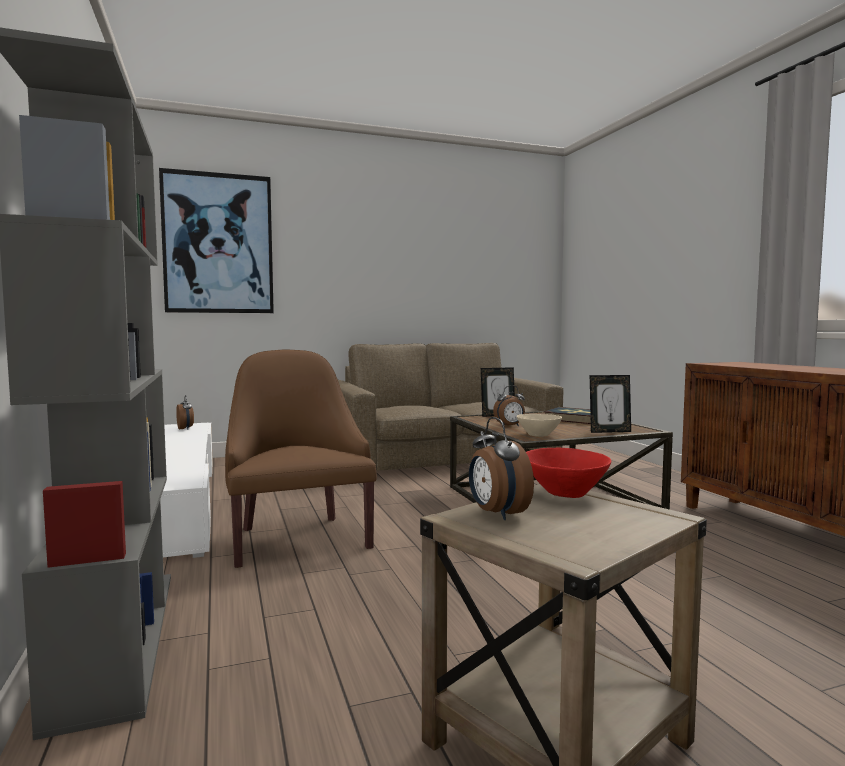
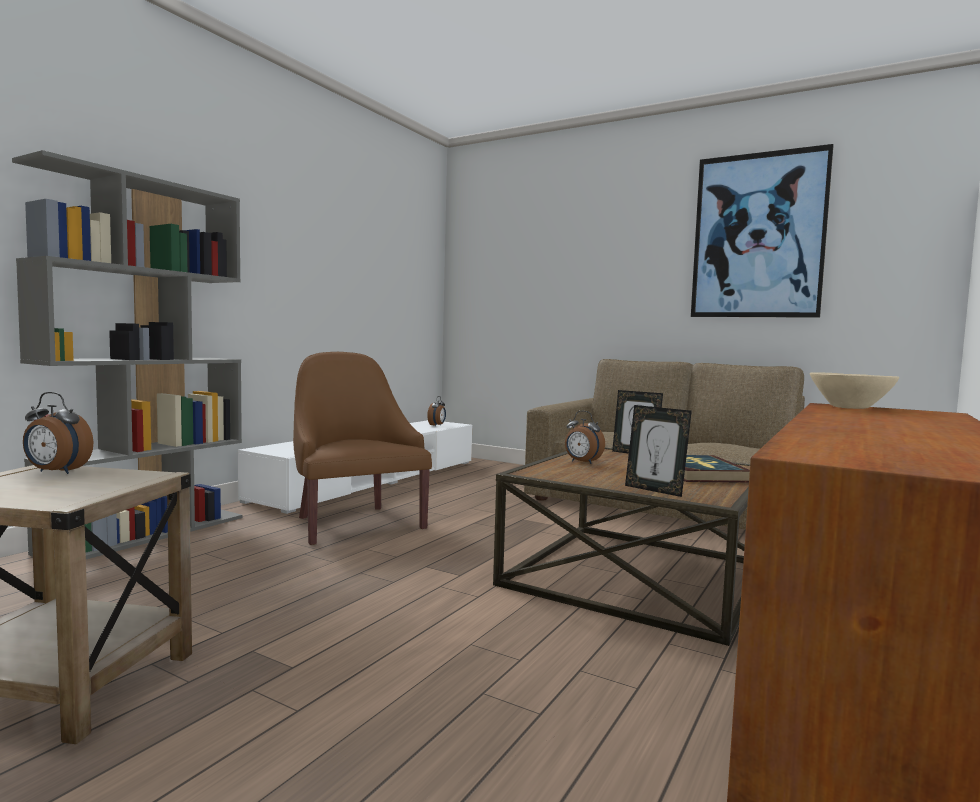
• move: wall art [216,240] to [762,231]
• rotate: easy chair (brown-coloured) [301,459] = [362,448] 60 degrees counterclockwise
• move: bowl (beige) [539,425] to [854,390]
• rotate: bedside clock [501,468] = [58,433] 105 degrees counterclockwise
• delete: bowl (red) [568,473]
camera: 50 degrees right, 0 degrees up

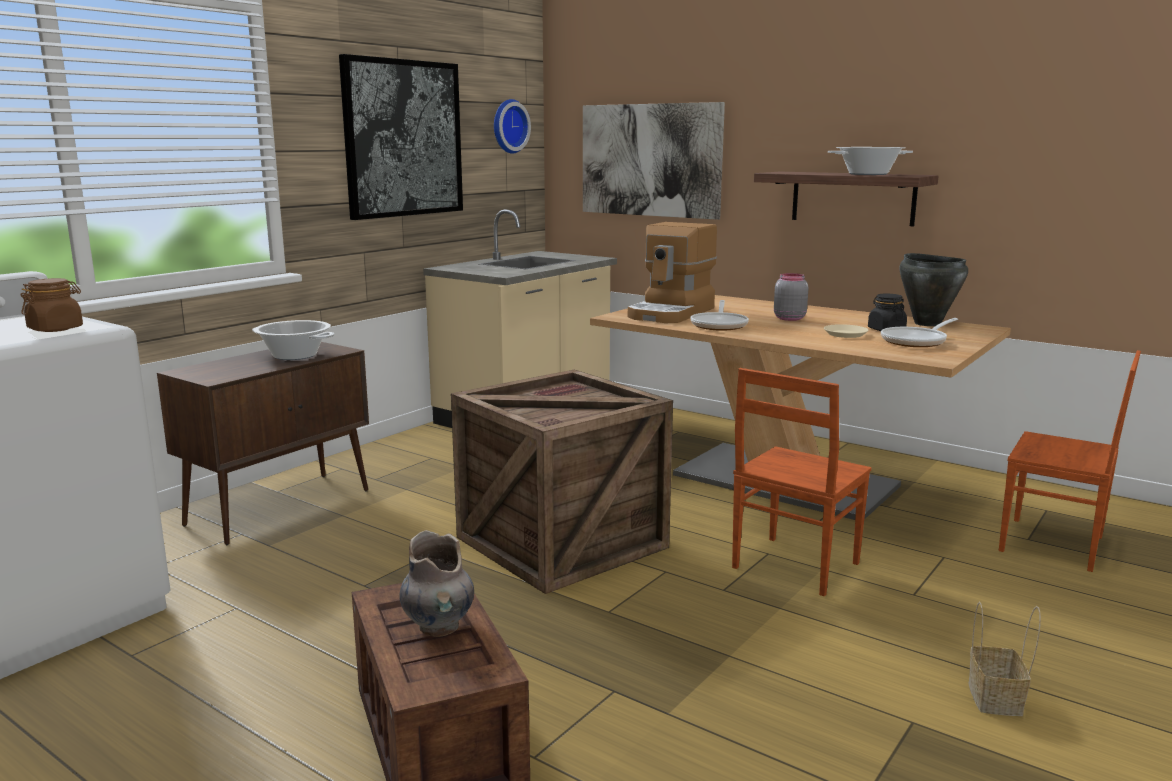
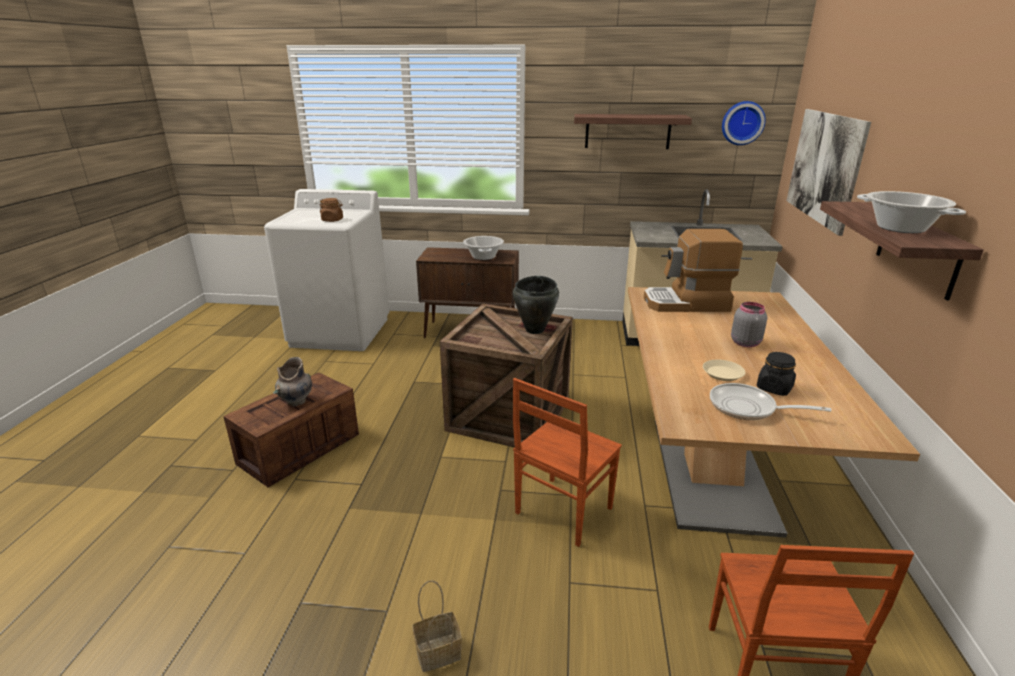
• replace: wall art [401,137] to bracket shelf [633,131]
• move: stockpot (blackish) [933,289] to [536,305]
• delete: skillet [720,315]
• rotate: plain chair (brown-coloured) [801,482] = [567,462] 60 degrees counterclockwise
camera: 60 degrees right, 10 degrees up

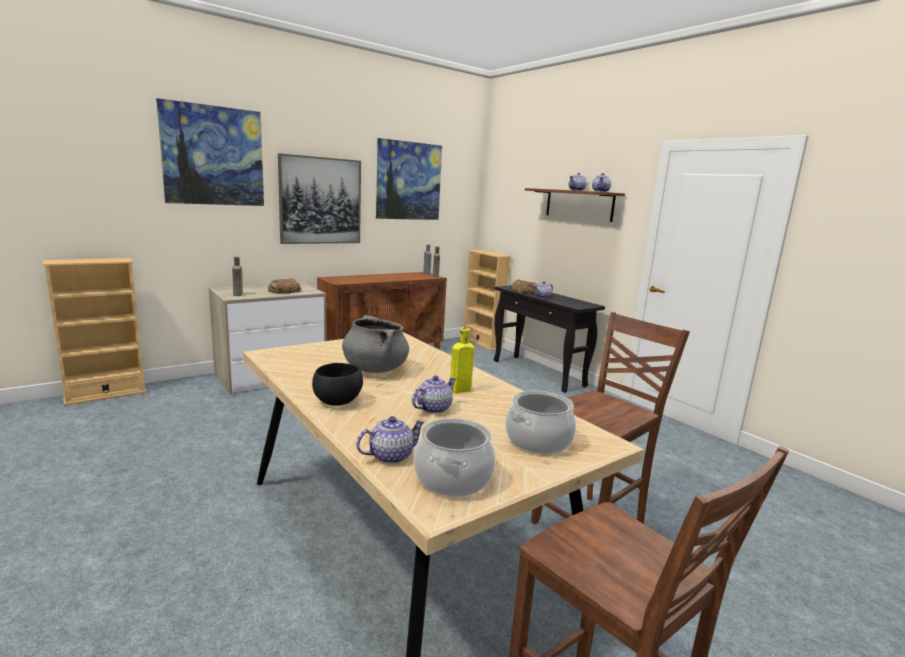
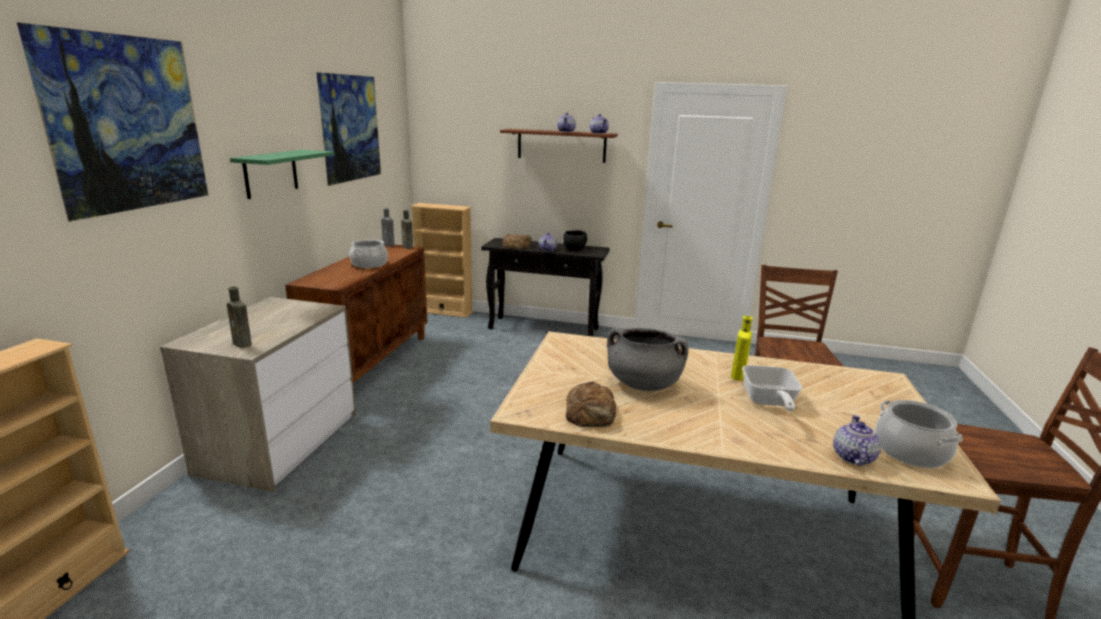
• replace: wall art [319,199] to bracket shelf (green) [282,174]
• move: bakery bread [284,286] to [591,404]
• move: bowl (blackish) [337,384] to [575,240]
• replace: tea pot [434,395] to skillet [772,388]
• move: stockpot [540,422] to [369,253]
camera: 40 degrees left, 5 degrees up

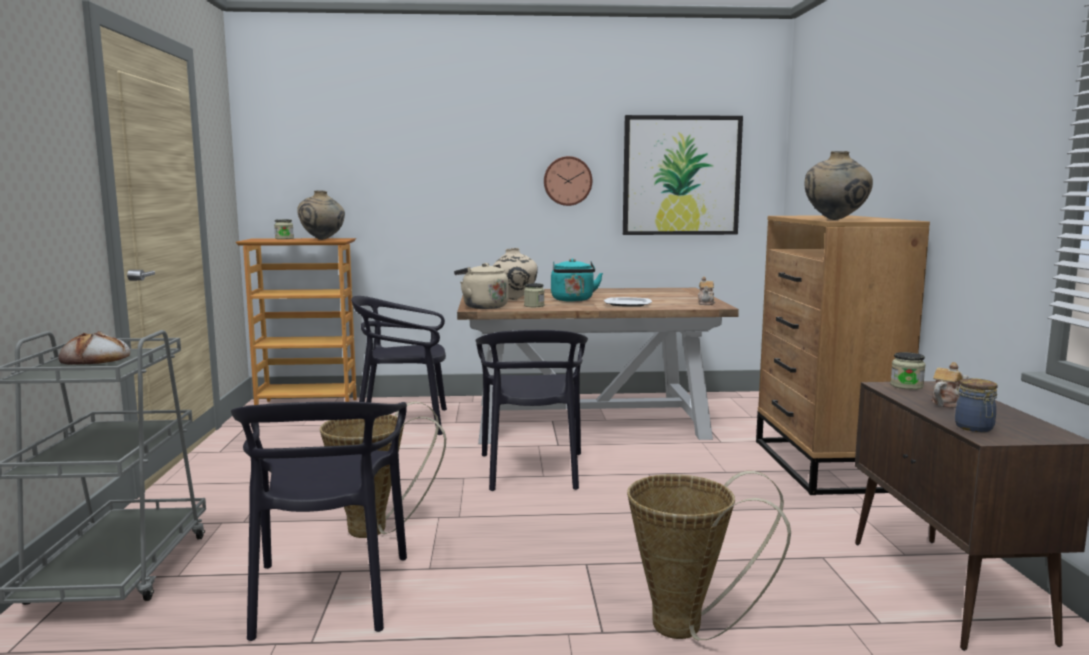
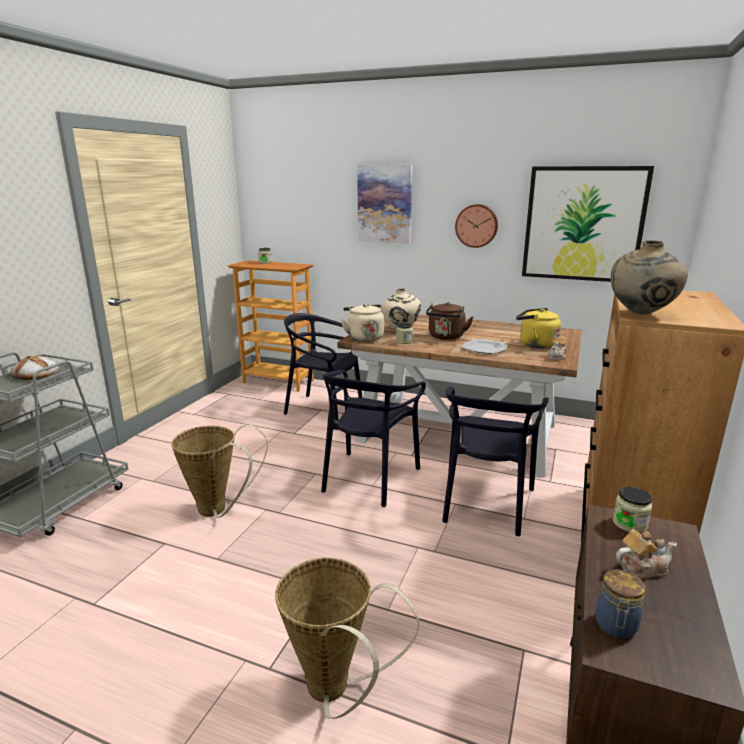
• delete: vase (beige) [321,215]
• recolor: kettle (blue-green) [577,280] to kettle (brown-coloured) [449,321]
• move: plain chair (blackish) [319,521] to [495,461]
• insert: wall art [384,204]
• insert: kettle (yellowish) [538,328]
camera: 25 degrees right, 10 degrees up

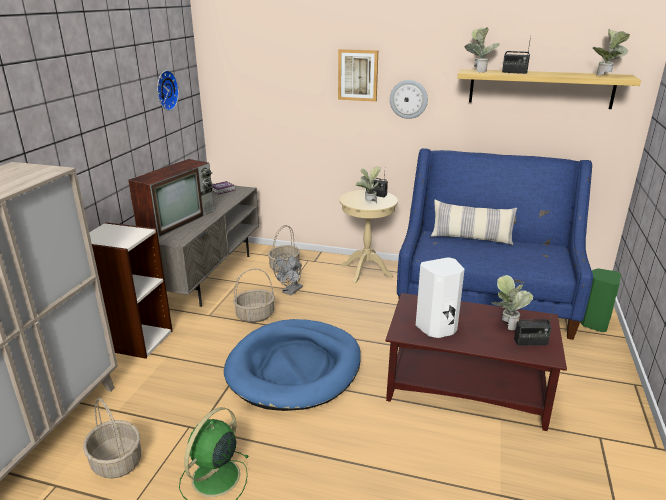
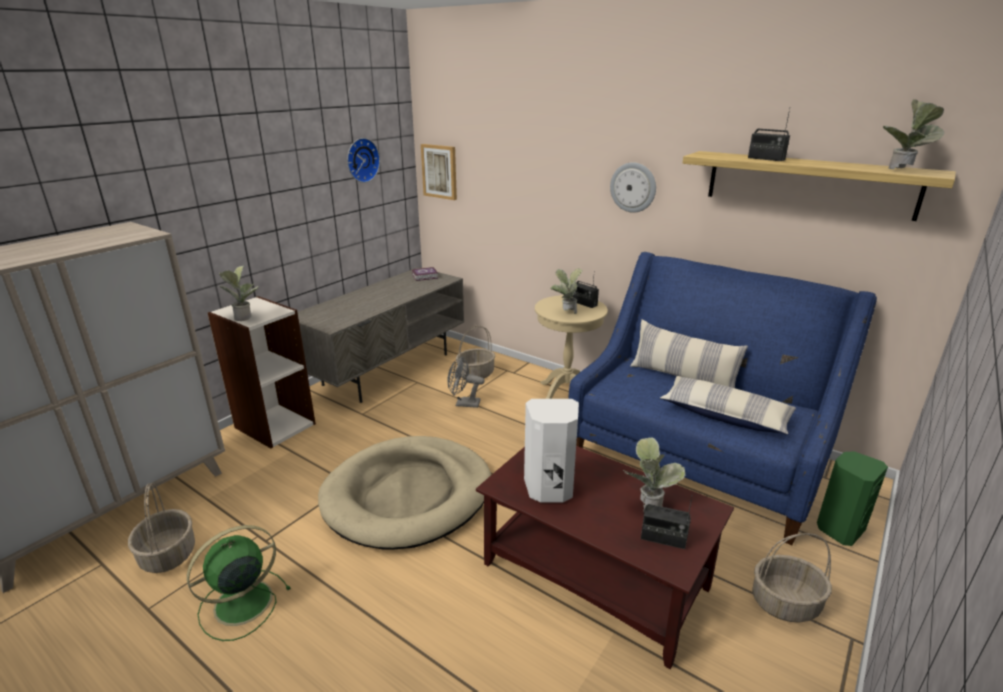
• move: plant in a pot [482,49] to [238,293]
• move: wall art [358,75] to [439,172]
• delete: TV set [171,198]
• rotate: fan (gray) [288,274] = [465,382] 45 degrees clockwise
• move: household basket [254,295] to [792,578]
• recolor: pet bed (blue-coloured) [292,365] to pet bed (beige) [404,493]
• insert: pillow [728,405]
camera: 20 degrees right, 0 degrees up

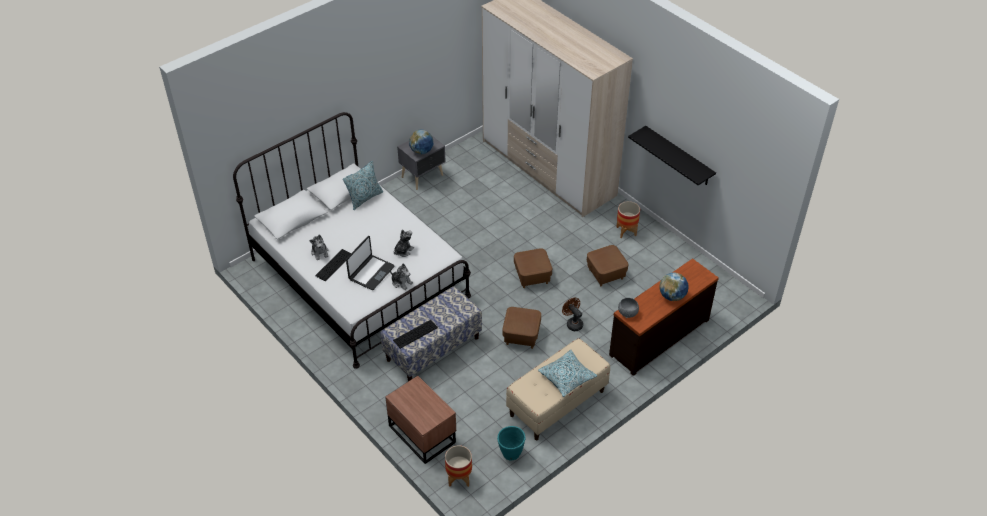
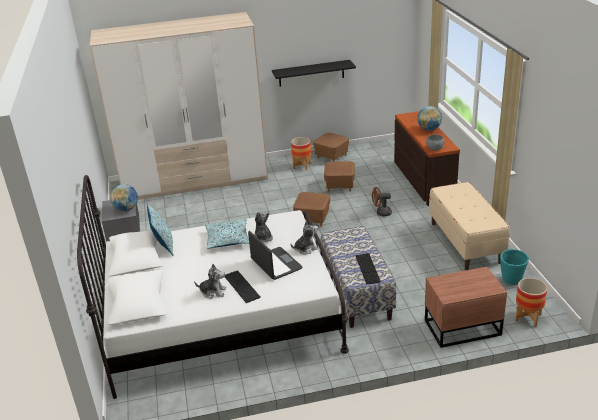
• move: ottoman (brown-coloured) [521,328] to [331,147]
• move: pillow [567,373] to [227,234]
camera: 60 degrees left, 15 degrees down

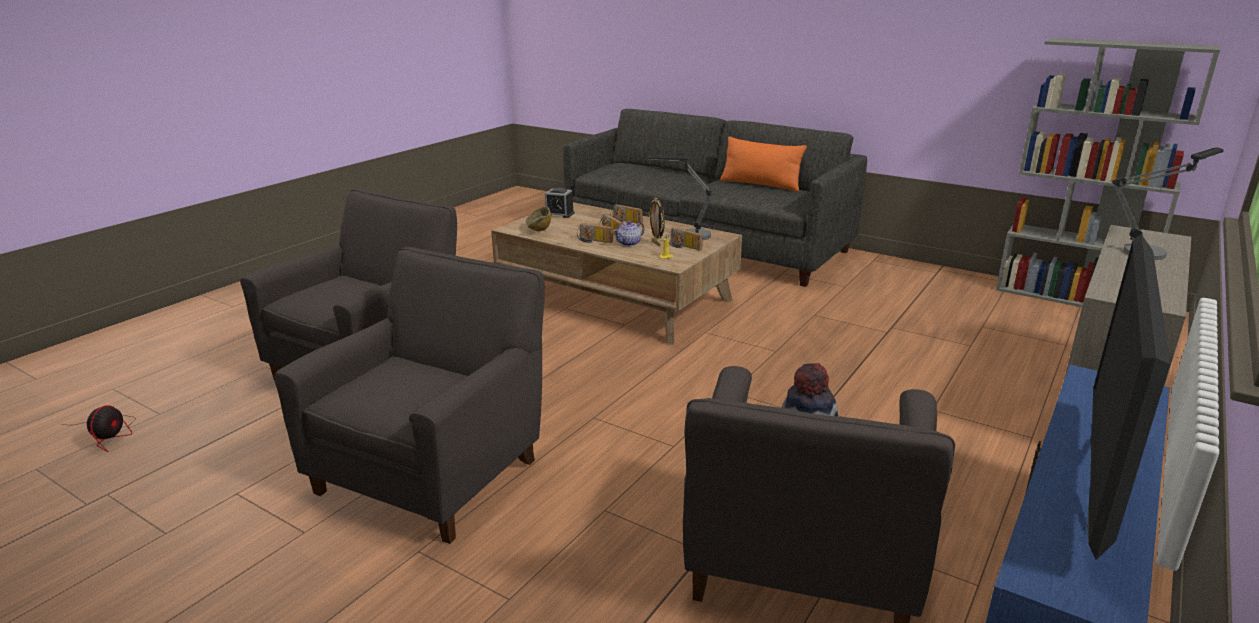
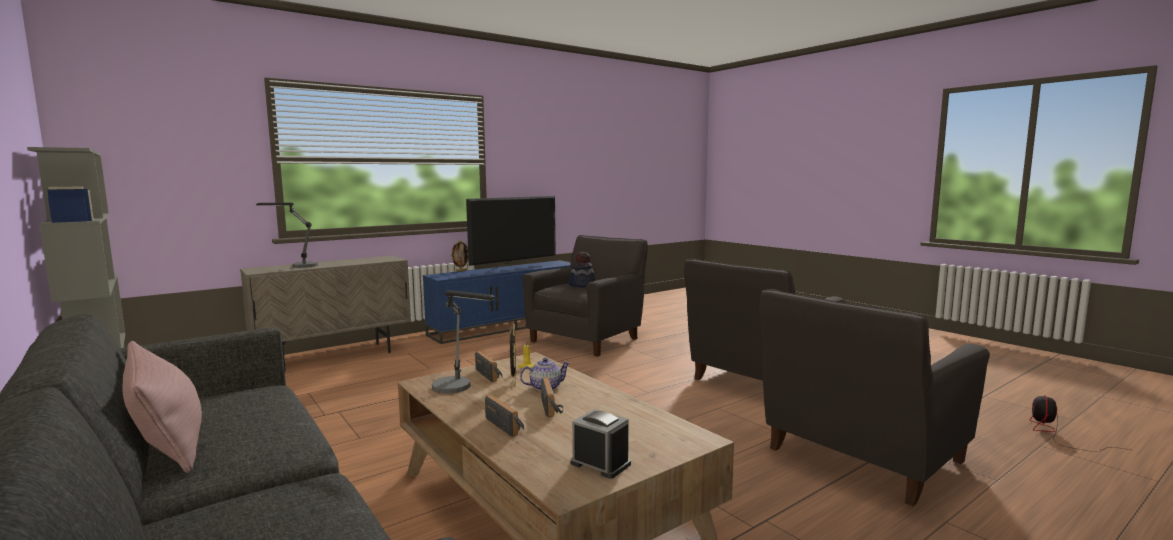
• recolor: pillow (orange) [763,164] to pillow (pink) [162,407]
• delete: bowl [538,219]
• delete: radio [595,233]
• insert: standing frame [459,256]
camera: 160 degrees left, 15 degrees down

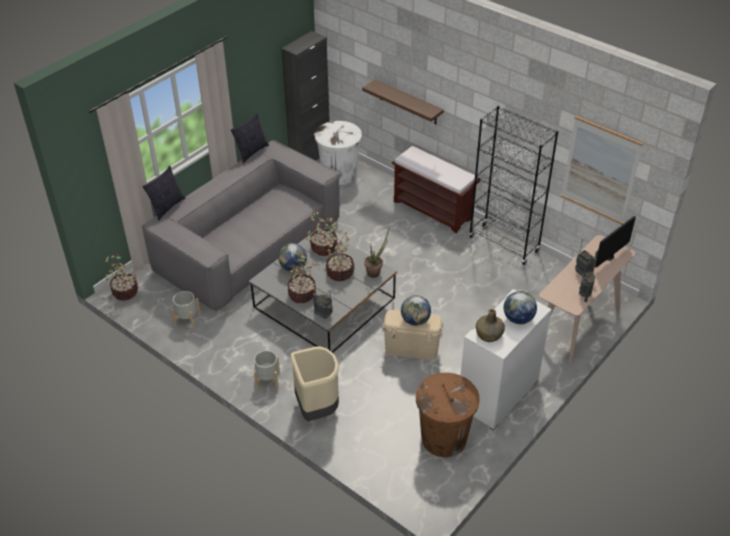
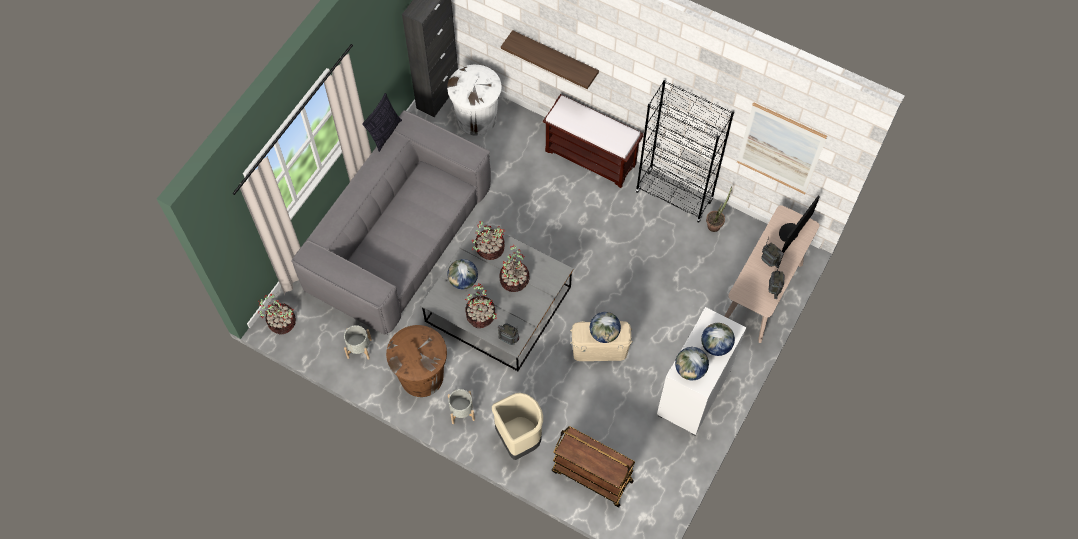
• delete: pillow [164,193]
• move: plant in a pot [377,252] to [719,209]
• replace: drink bottle (green) [490,325] to globe [692,363]
• move: rubbish bin (brown-coloured) [448,415] to [416,361]
• insert: trolley (brown-coloured) [593,466]
camera: 10 degrees left, 20 degrees up

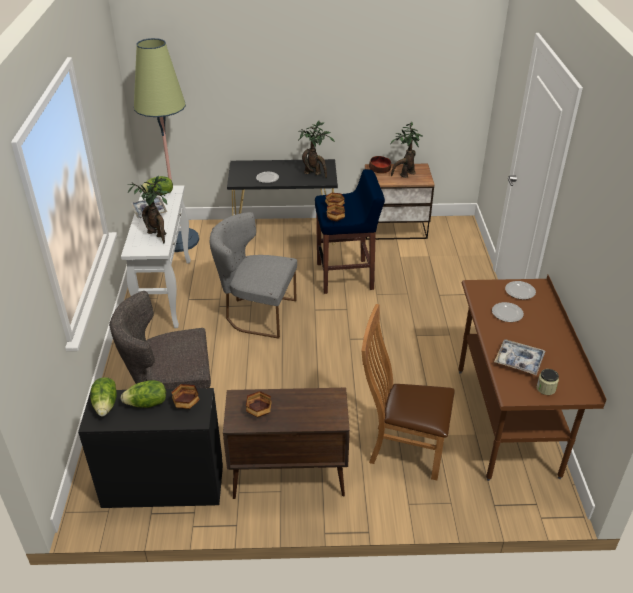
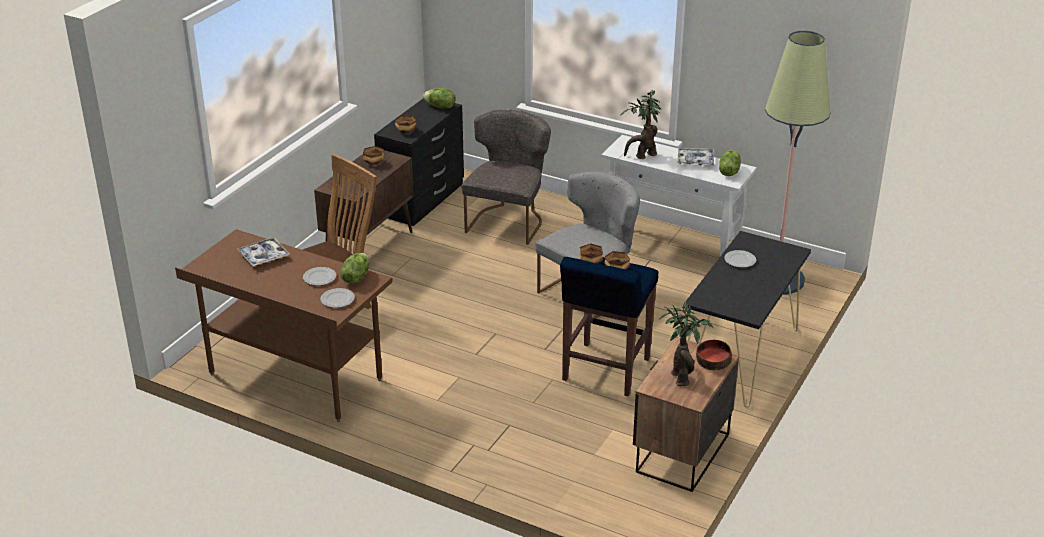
• delete: plant in a pot [316,149]
• delete: storage jar [547,382]
• move: head of lettuce [143,394] to [354,268]
camera: 120 degrees right, 5 degrees down

